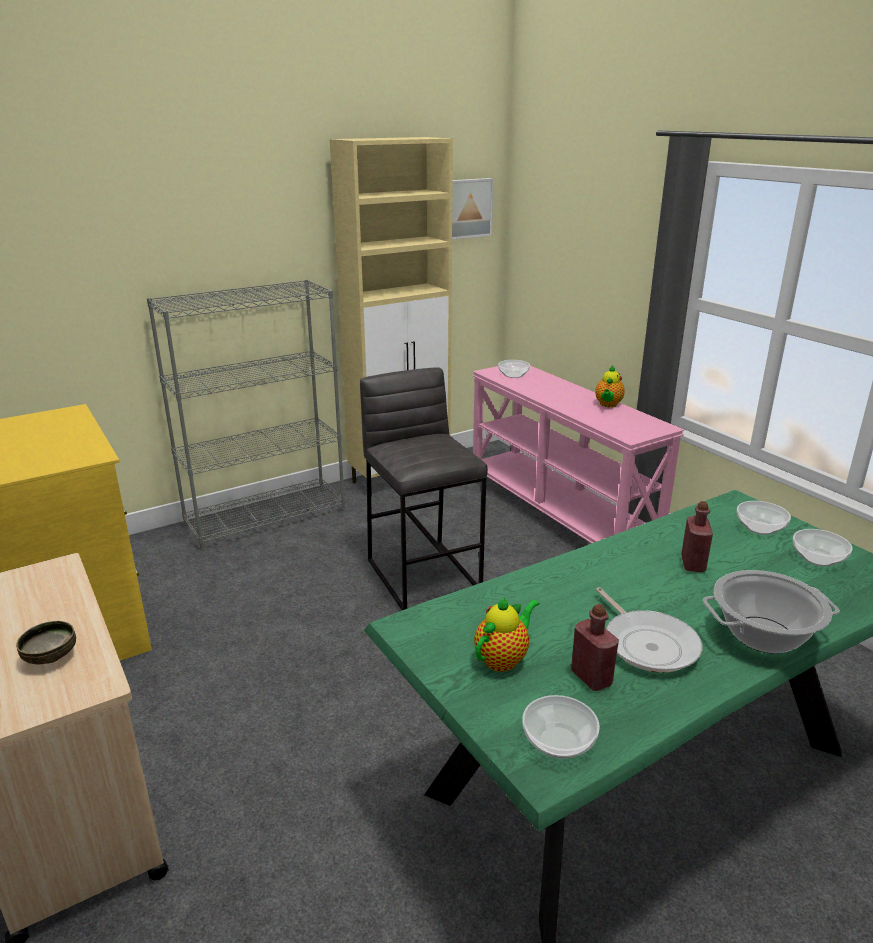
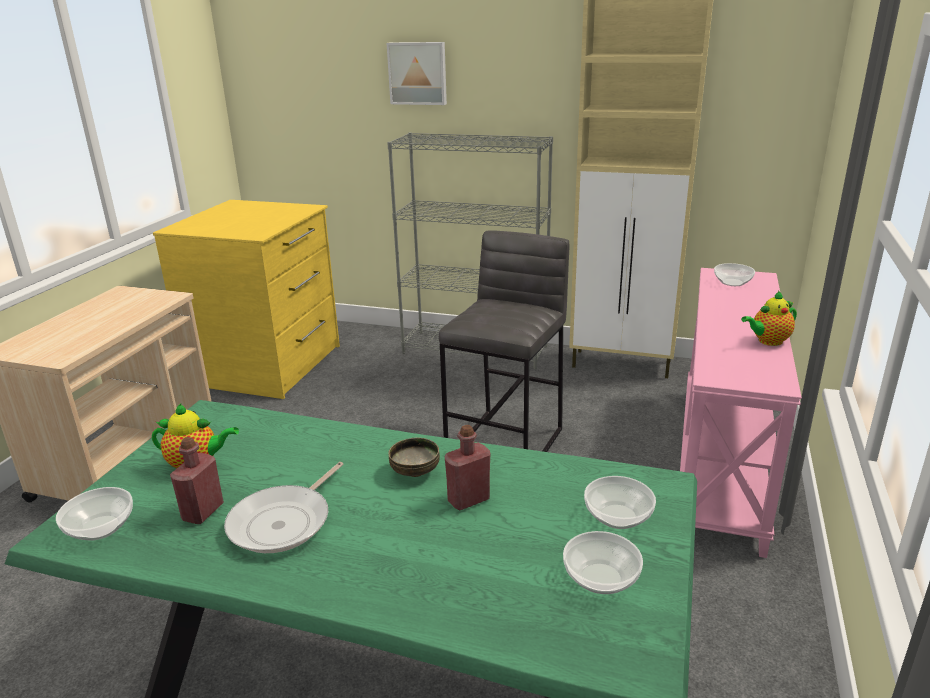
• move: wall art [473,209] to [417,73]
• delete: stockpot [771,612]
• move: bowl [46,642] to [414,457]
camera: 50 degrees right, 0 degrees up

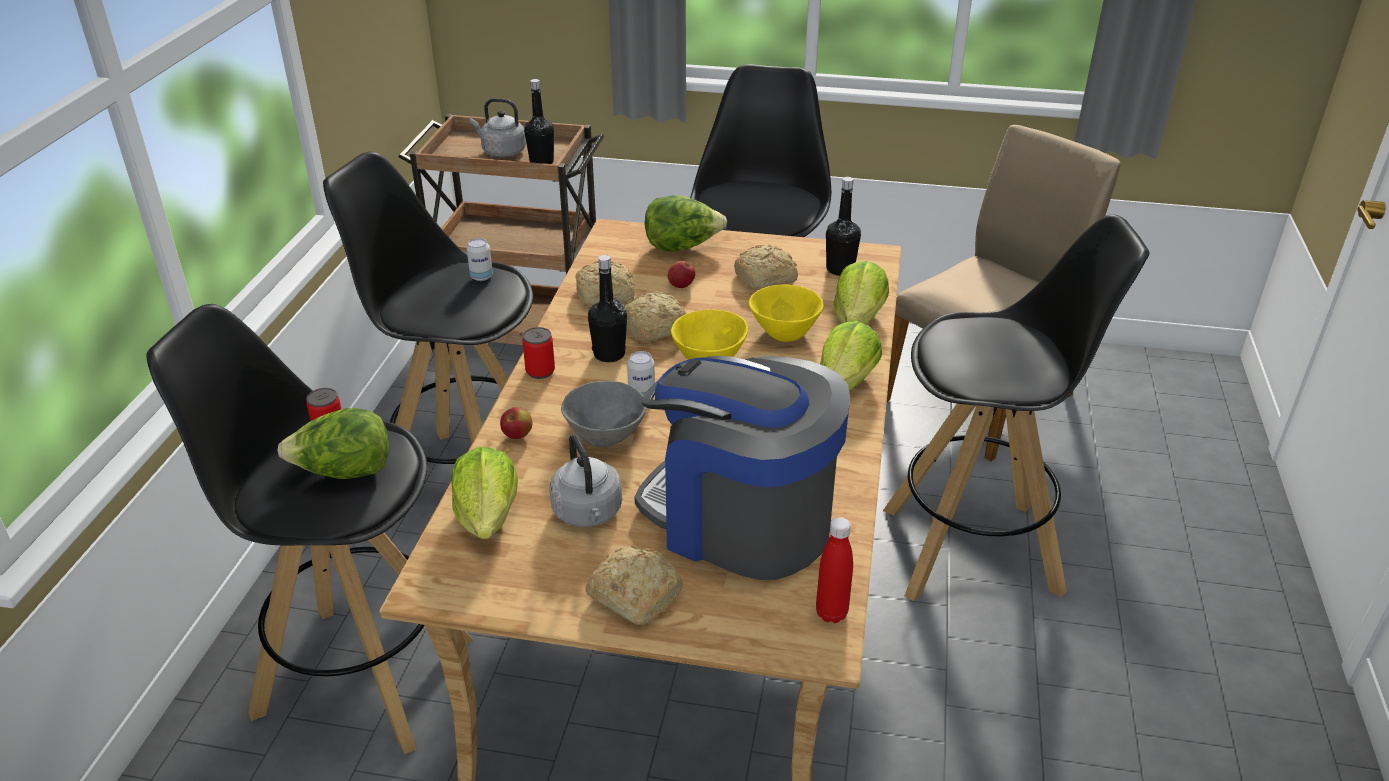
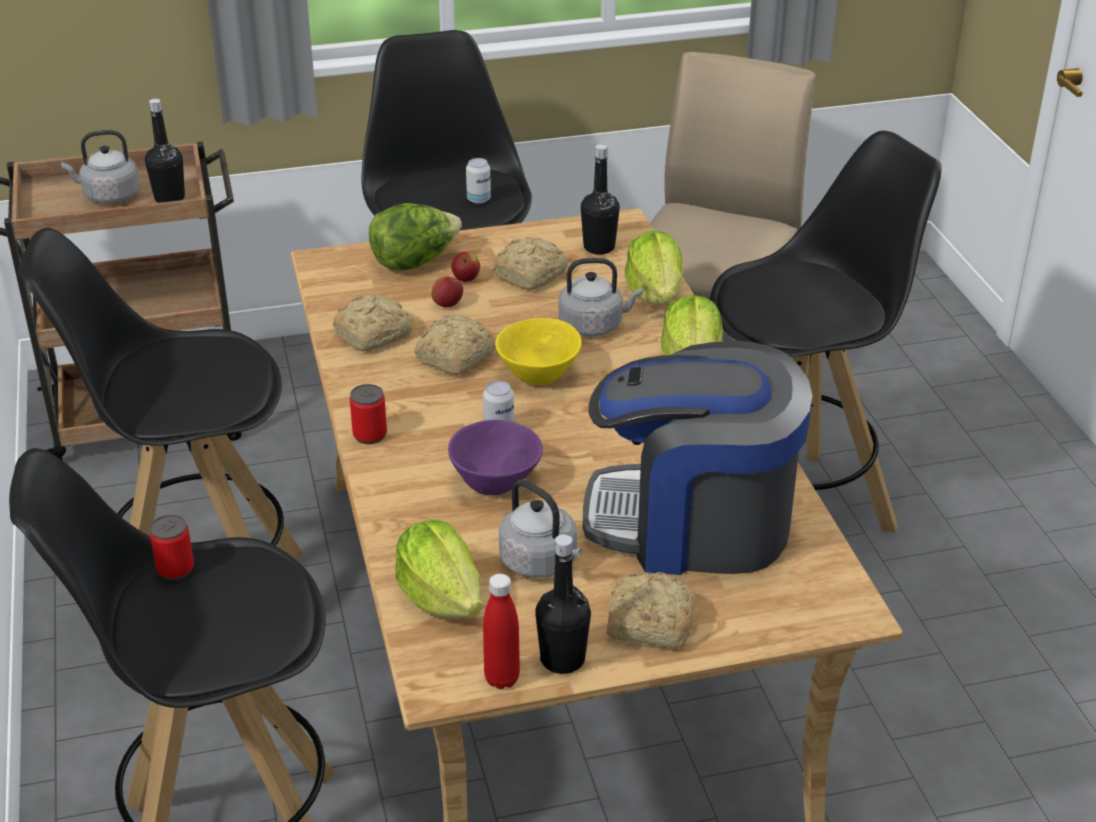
• move: sealed can [479,259] to [478,181]
• move: drink bottle (blackish) [607,308] to [563,604]
• replace: bowl (yellowish) [786,313] to kettle (gray) [601,297]
• recolor: bowl (gray) [604,414] to bowl (purple-coloured) [495,457]
• move: apple fruit [516,423] to [465,267]
• delete: head of lettuce [333,443]
• move: drink bottle (red) [834,570] to [501,631]
camera: 25 degrees left, 0 degrees up

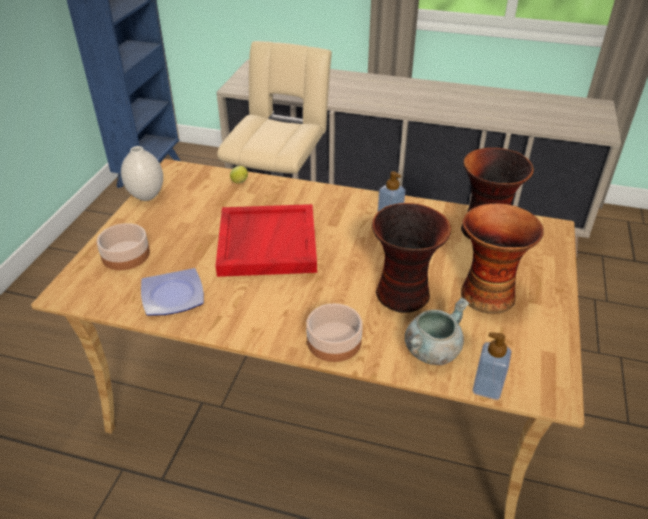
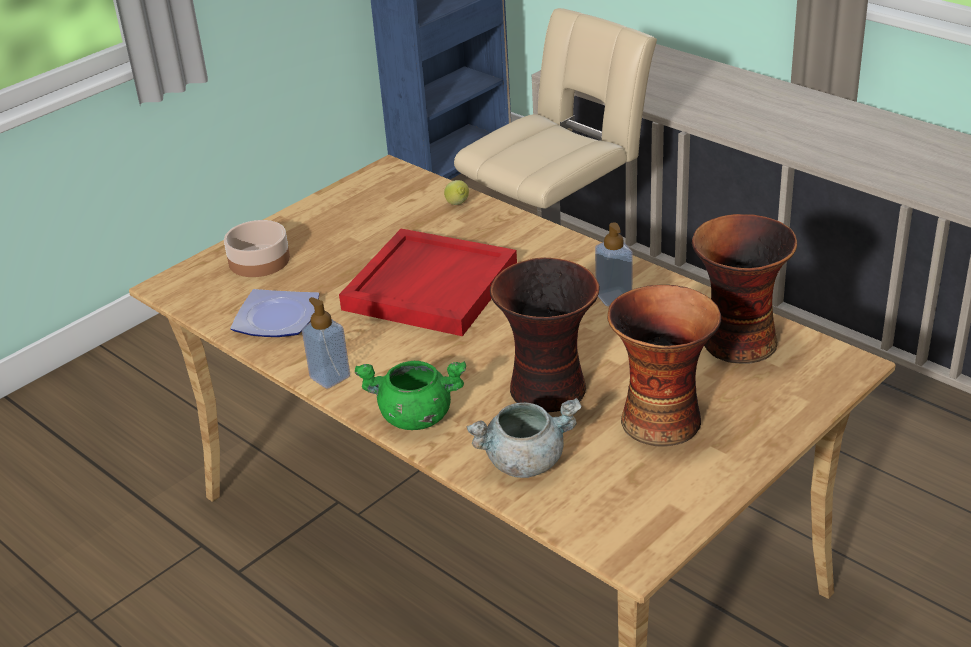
• delete: vase (whitish) [142,173]
• replace: bowl [334,333] to stockpot (green) [410,395]
• move: soap bottle [492,366] to [326,343]
camera: 30 degrees right, 5 degrees down

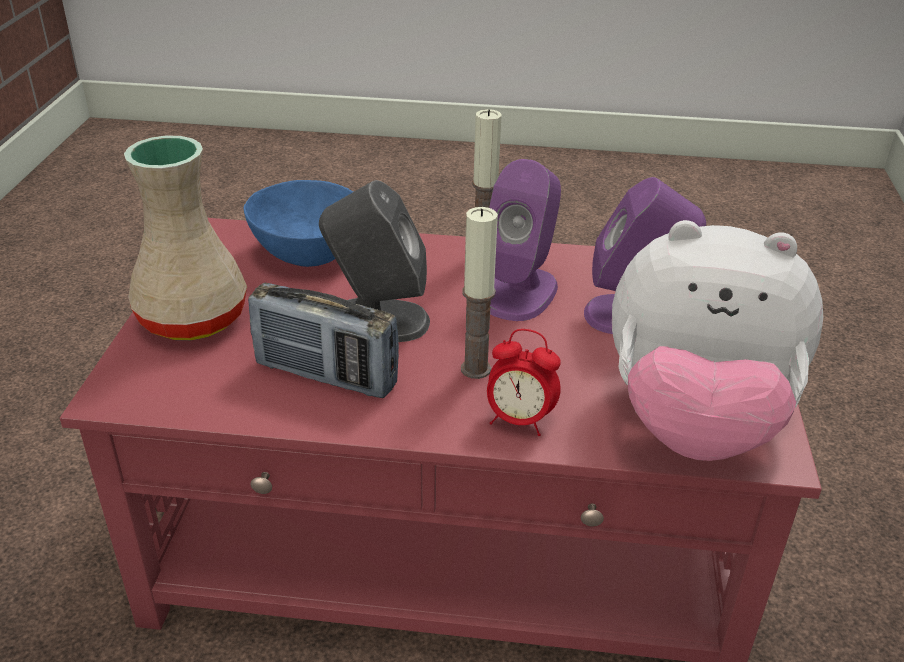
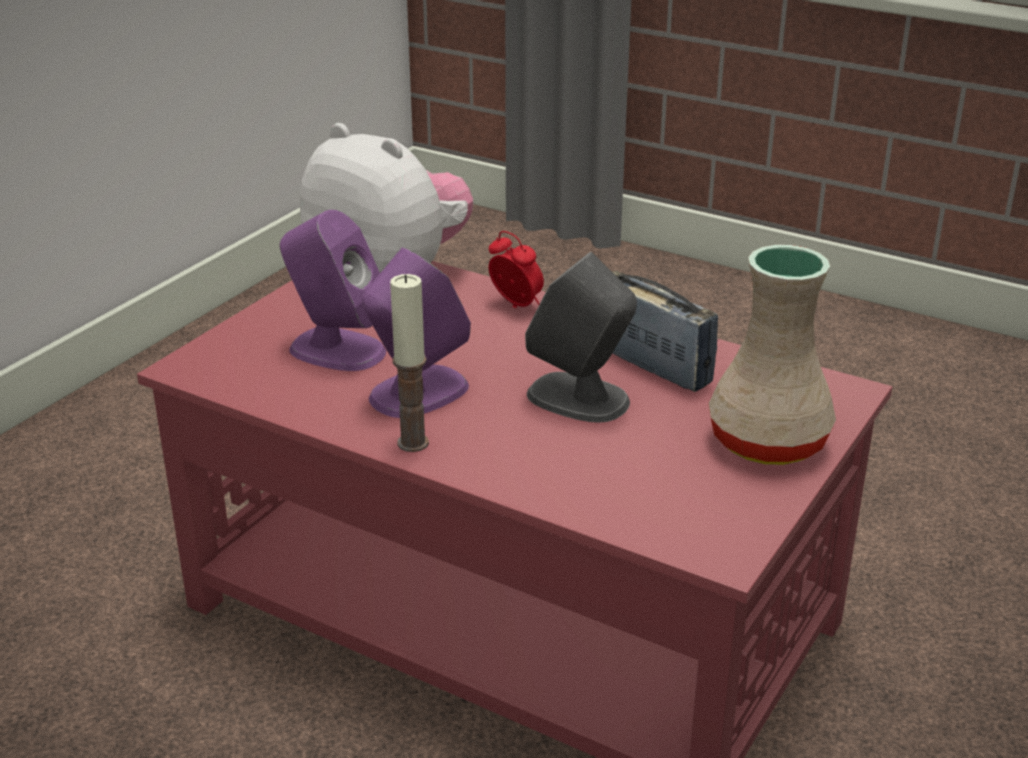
• delete: bowl (blue-coloured) [298,223]
• delete: wax candle [479,293]
camera: 155 degrees left, 5 degrees down

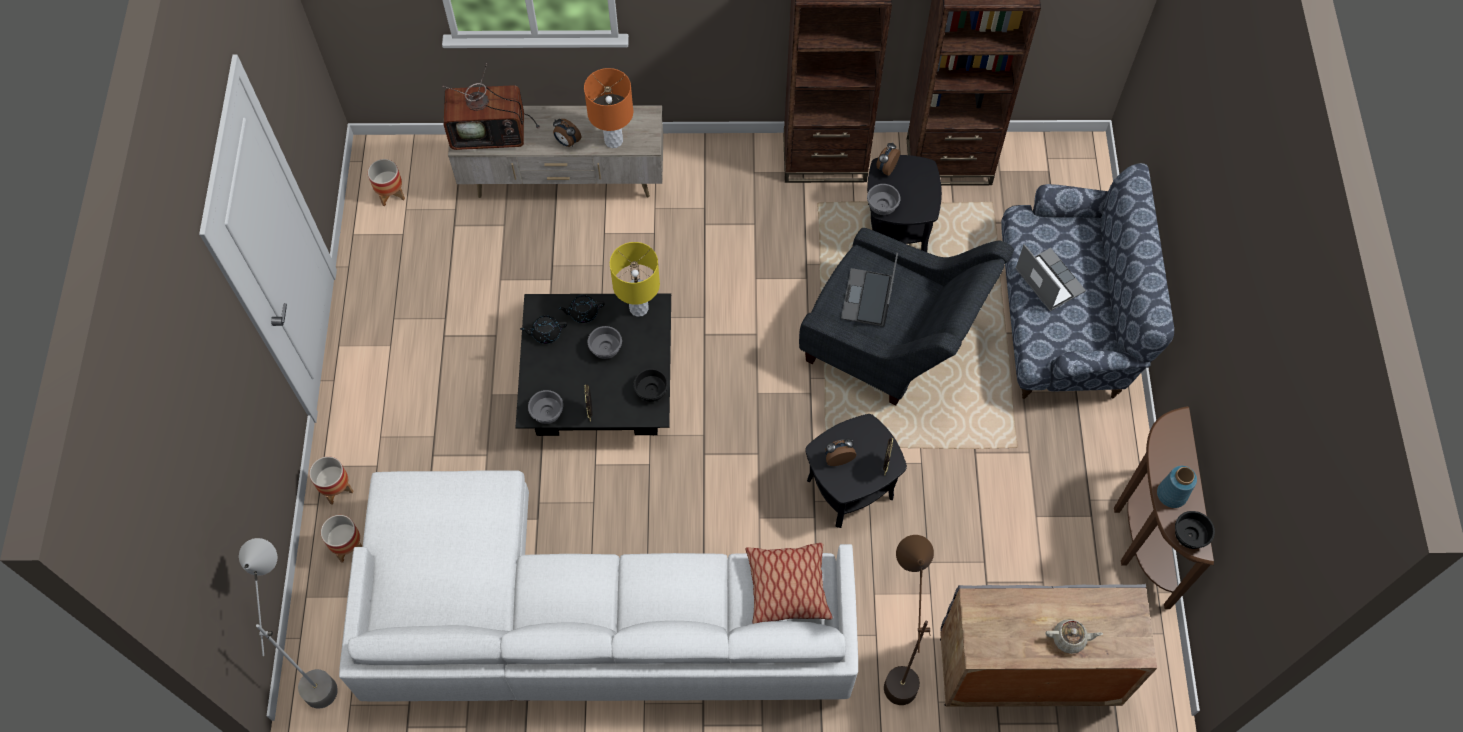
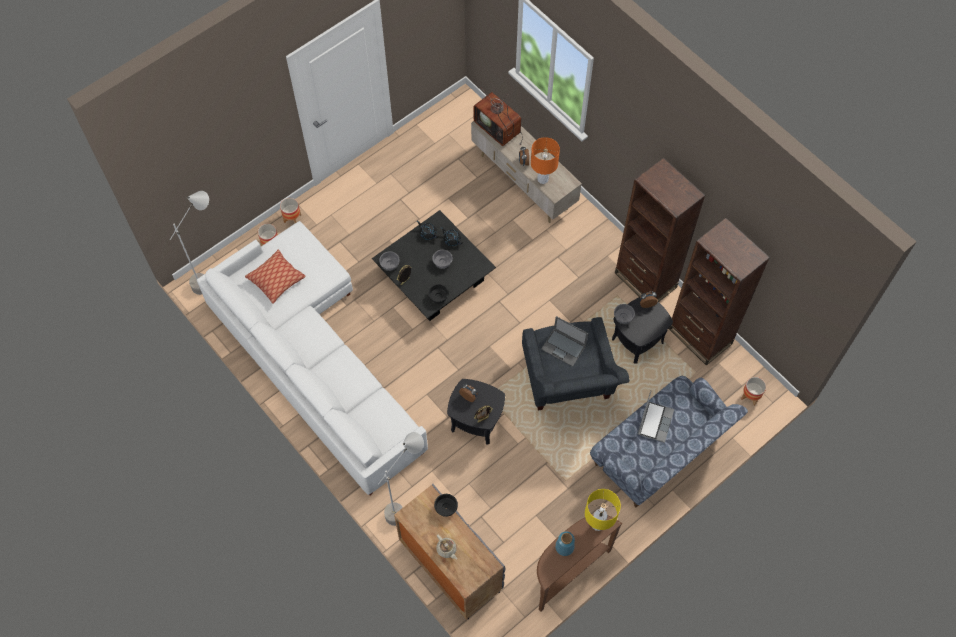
• move: planter [386,183] to [753,391]
• move: table lamp (yellowish) [635,279] to [603,510]
• rotate: portable computer [869,290] = [564,341] 120 degrees counterclockwise
• move: bowl (blackish) [1195,530] to [446,505]
• recolor: floor lamp (brown-coloured) [909,620] to floor lamp (gray) [401,479]
• move: pillow [789,583] to [275,277]
camera: 50 degrees right, 0 degrees up

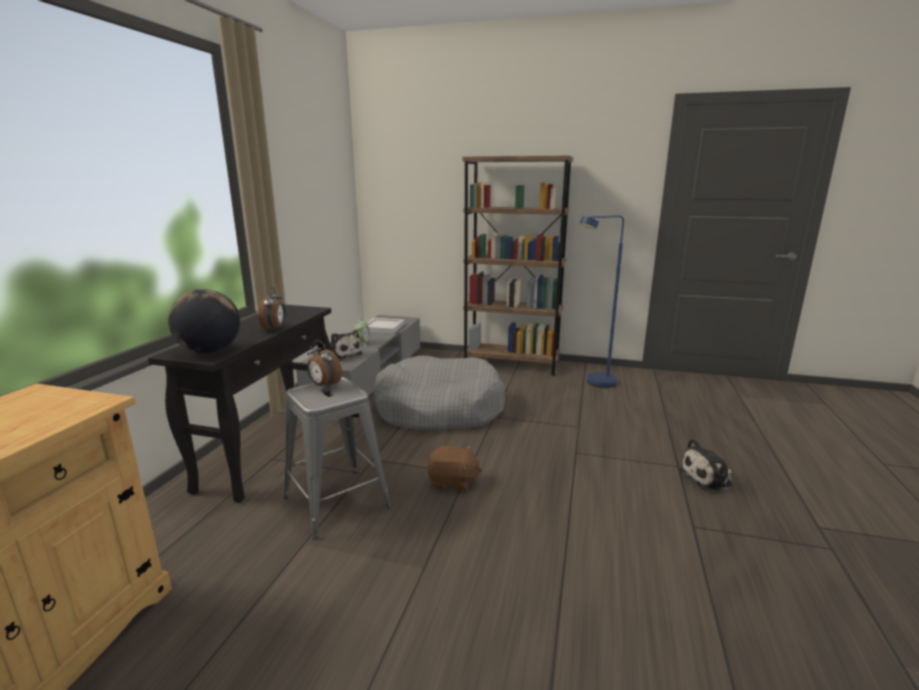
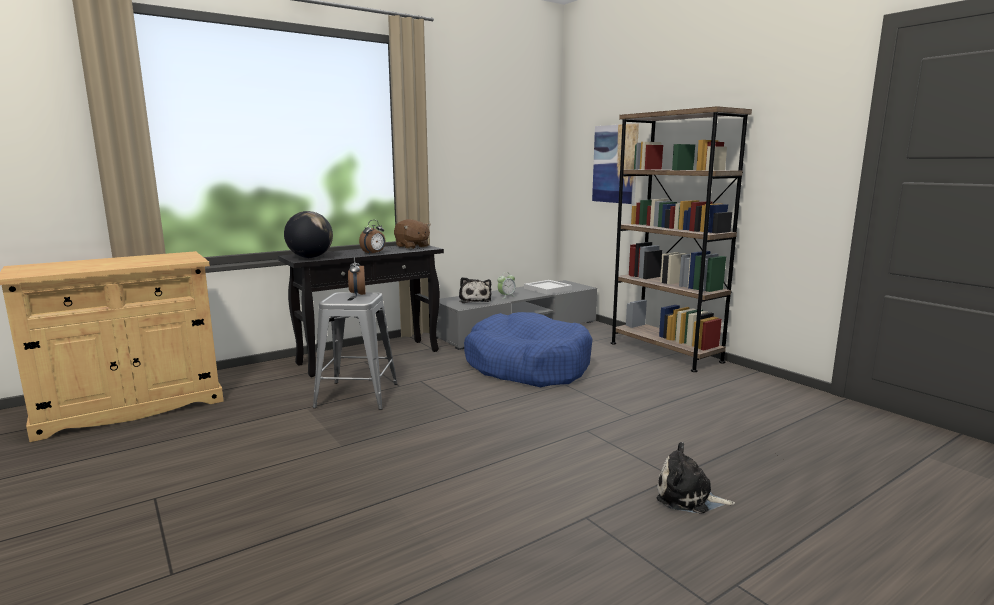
• delete: floor lamp (blue-coloured) [602,302]
• recolor: pet bed (gray) [439,393] to pet bed (blue-coloured) [528,349]
• move: cuddly toy (brown-coloured) [454,468] to [412,234]
• insert: wall art [615,163]
camera: 40 degrees right, 5 degrees down

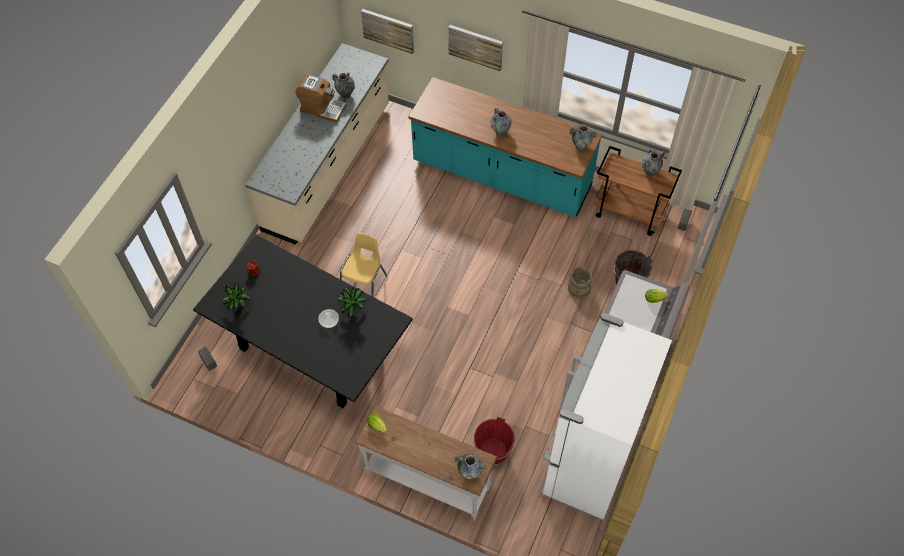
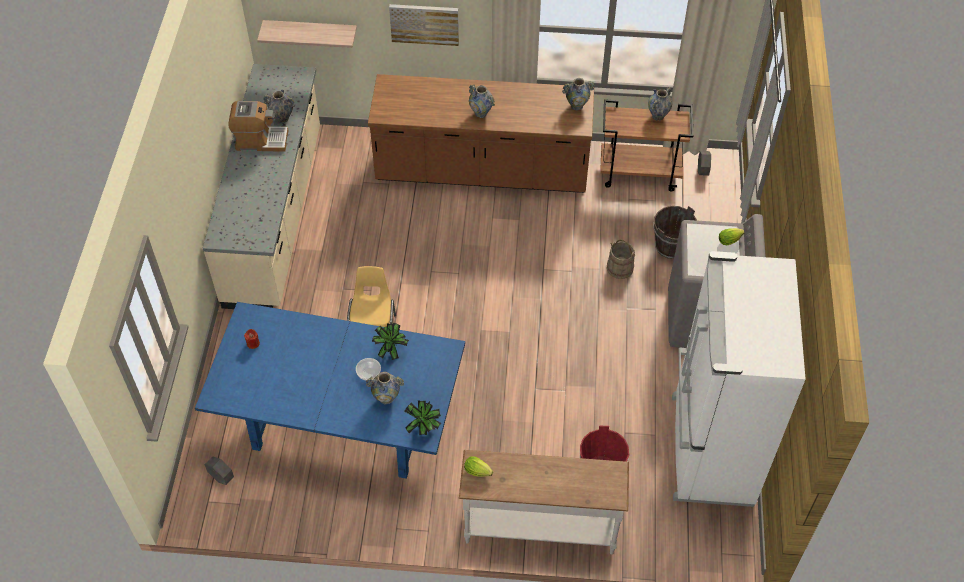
• replace: wall art [387,31] to bracket shelf [307,34]
• recolor: kitchen counter (blue-green) [505,147] to kitchen counter (brown-coloured) [481,133]
• recolor: dining table (blackish) [303,321] to dining table (blue-coloured) [330,390]
• move: plant in a pot [236,296] to [422,417]
• move: vase [470,466] to [385,388]
camera: 20 degrees left, 5 degrees down

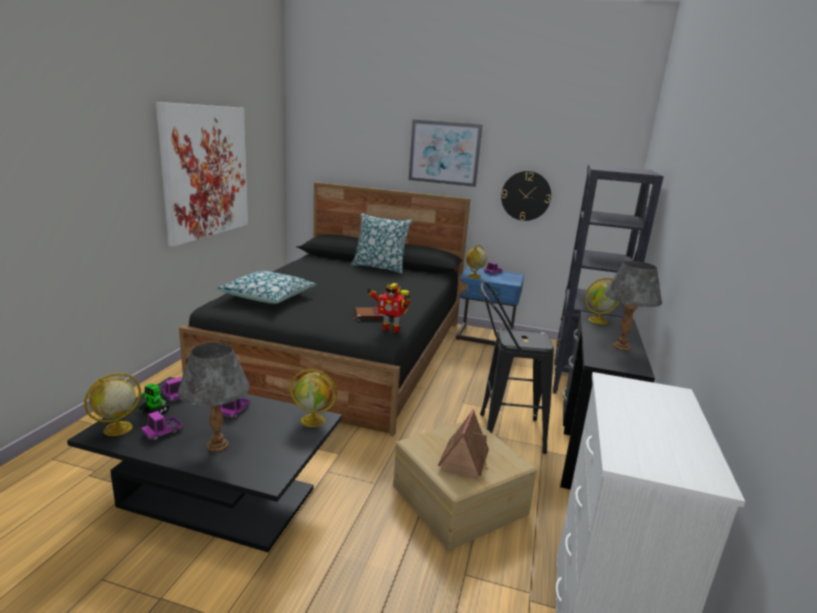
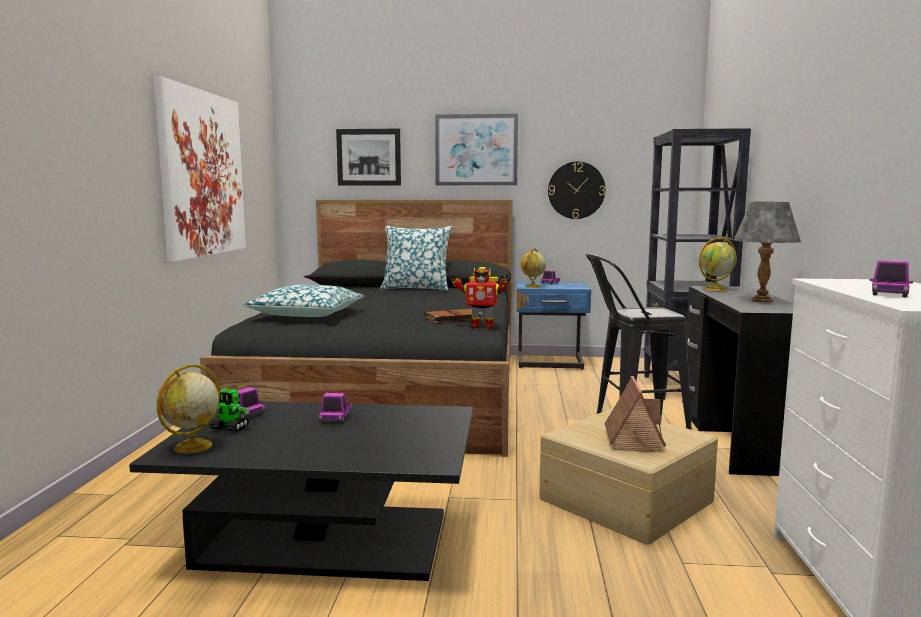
• delete: table lamp (gray) [214,397]
• delete: globe [313,398]
• move: toy truck [162,425] to [891,278]
• insert: wall art [368,157]
camera: 10 degrees left, 10 degrees down

